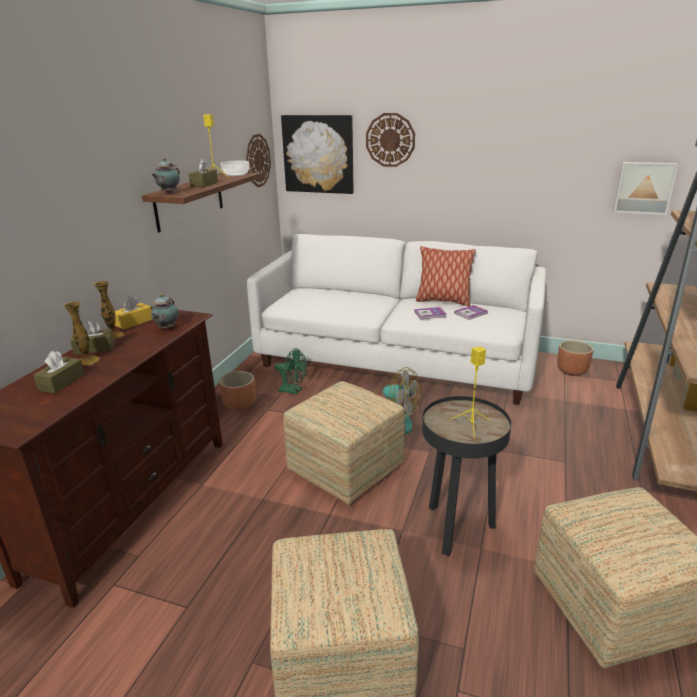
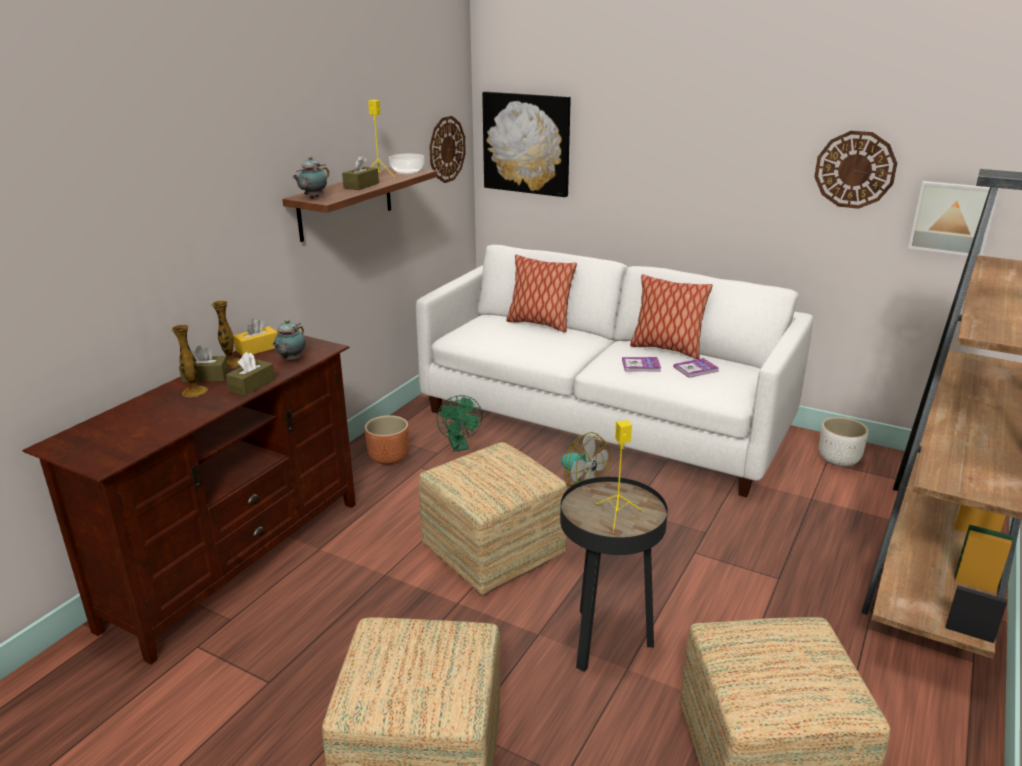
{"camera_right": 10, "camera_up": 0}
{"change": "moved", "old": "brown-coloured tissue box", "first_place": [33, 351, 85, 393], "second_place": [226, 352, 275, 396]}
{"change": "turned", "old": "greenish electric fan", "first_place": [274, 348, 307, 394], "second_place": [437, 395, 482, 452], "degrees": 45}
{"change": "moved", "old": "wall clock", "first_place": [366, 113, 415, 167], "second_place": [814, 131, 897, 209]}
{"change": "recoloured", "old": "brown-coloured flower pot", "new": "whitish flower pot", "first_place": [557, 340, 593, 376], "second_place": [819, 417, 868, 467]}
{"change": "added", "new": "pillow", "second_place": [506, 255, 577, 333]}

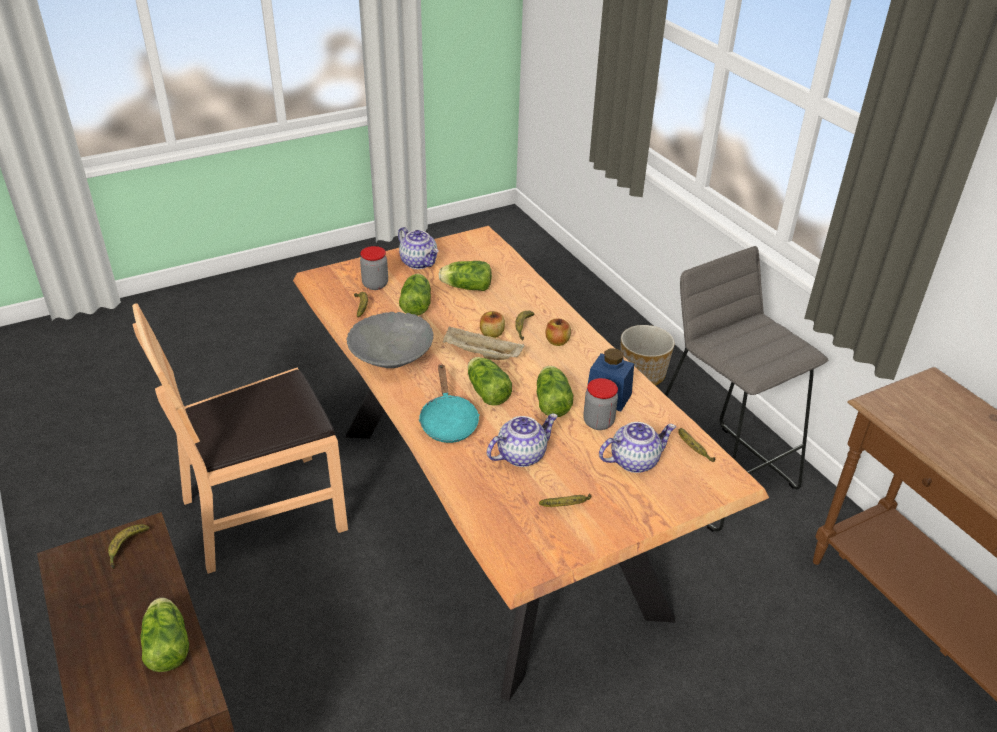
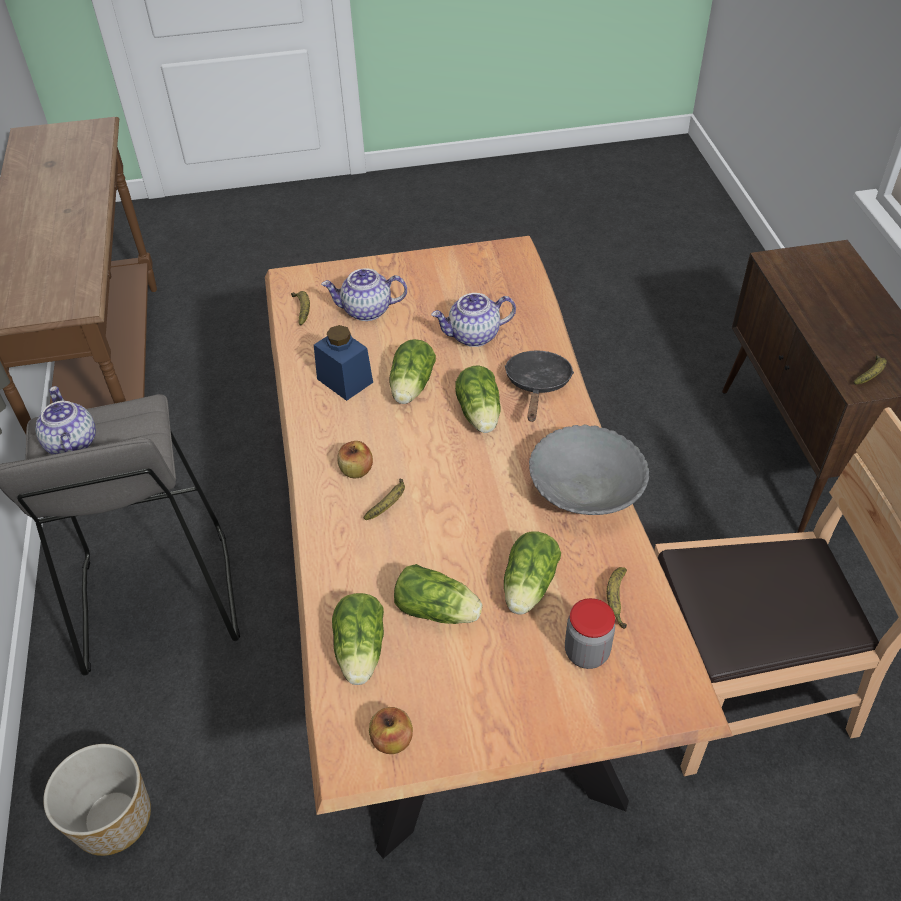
{"camera_right": -160, "camera_up": 10}
{"change": "moved", "old": "lettuce", "first_place": [140, 597, 189, 672], "second_place": [332, 593, 384, 685]}
{"change": "moved", "old": "teapot", "first_place": [398, 227, 439, 269], "second_place": [35, 386, 96, 455]}
{"change": "recoloured", "old": "turquoise-coloured pan", "new": "black pan", "first_place": [418, 364, 480, 443], "second_place": [505, 351, 574, 422]}
{"change": "removed", "old": "beige-coloured tray", "first_place": [443, 327, 524, 360]}
{"change": "moved", "old": "apple", "first_place": [480, 311, 505, 338], "second_place": [369, 707, 413, 754]}
{"change": "removed", "old": "whole banana", "first_place": [539, 493, 591, 507]}
{"change": "removed", "old": "storage jar", "first_place": [583, 378, 618, 430]}

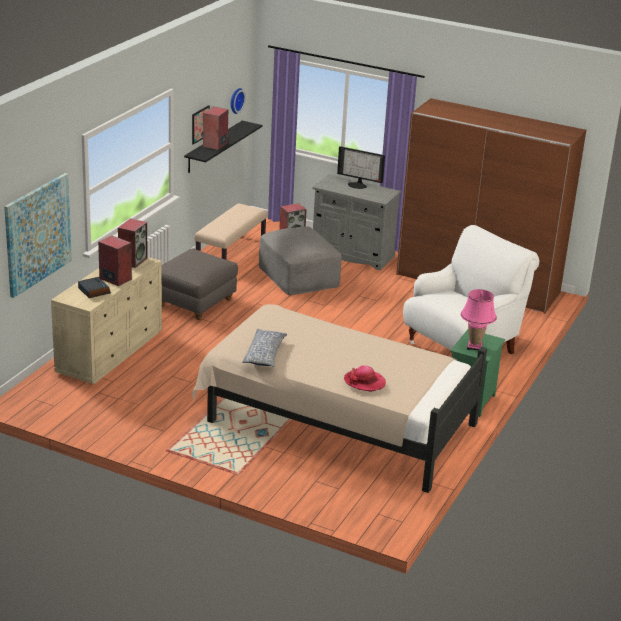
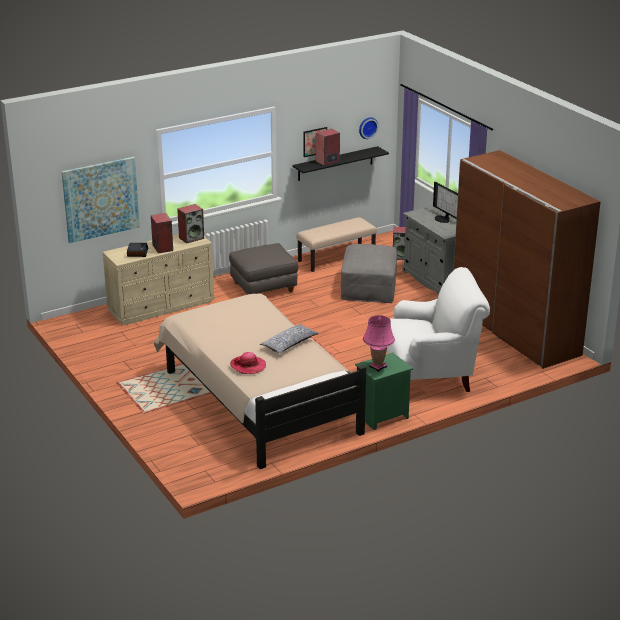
{"camera_right": 35, "camera_up": 0}
{"change": "moved", "old": "pillow", "first_place": [242, 329, 287, 367], "second_place": [260, 323, 319, 354]}

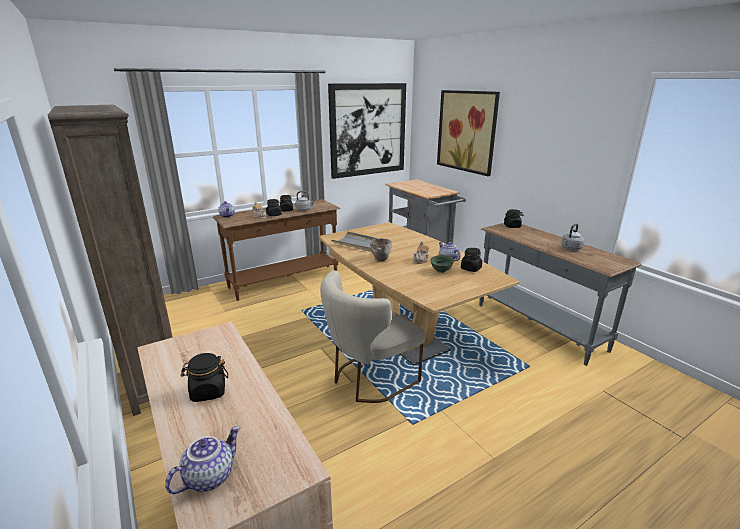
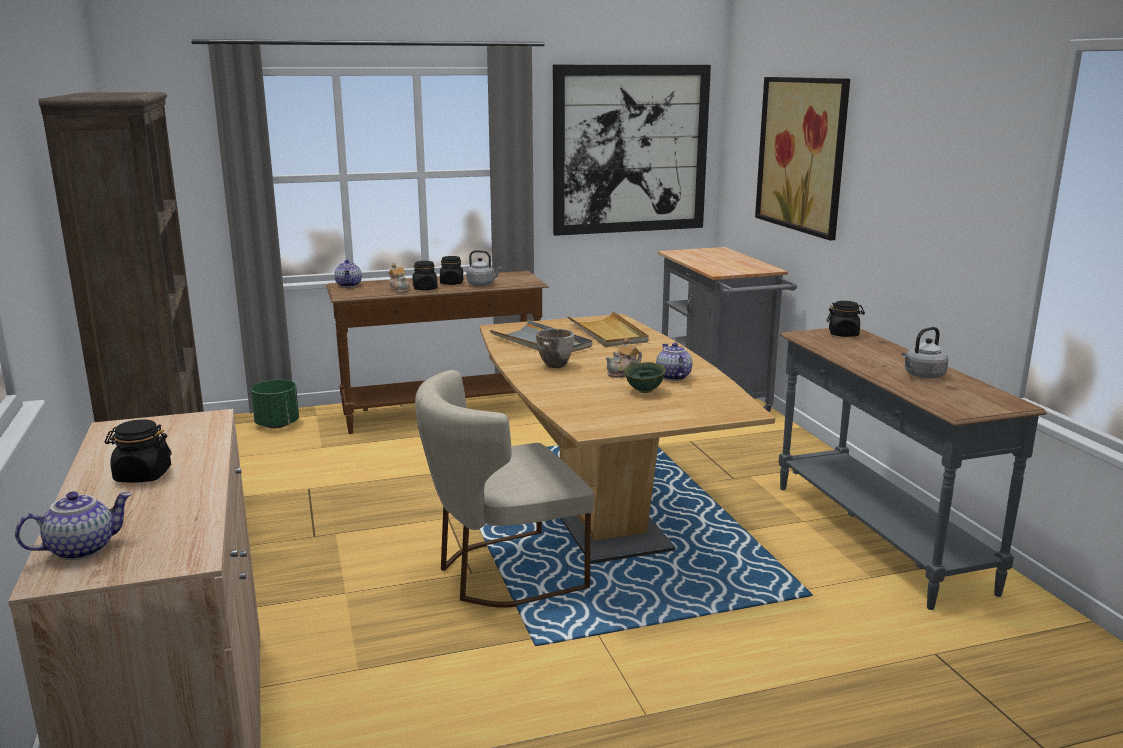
{"camera_right": 15, "camera_up": -5}
{"change": "removed", "old": "black storage jar", "first_place": [461, 248, 482, 272]}
{"change": "added", "new": "greenish flower pot", "second_place": [251, 380, 299, 428]}
{"change": "added", "new": "beige-coloured tray", "second_place": [567, 311, 649, 347]}

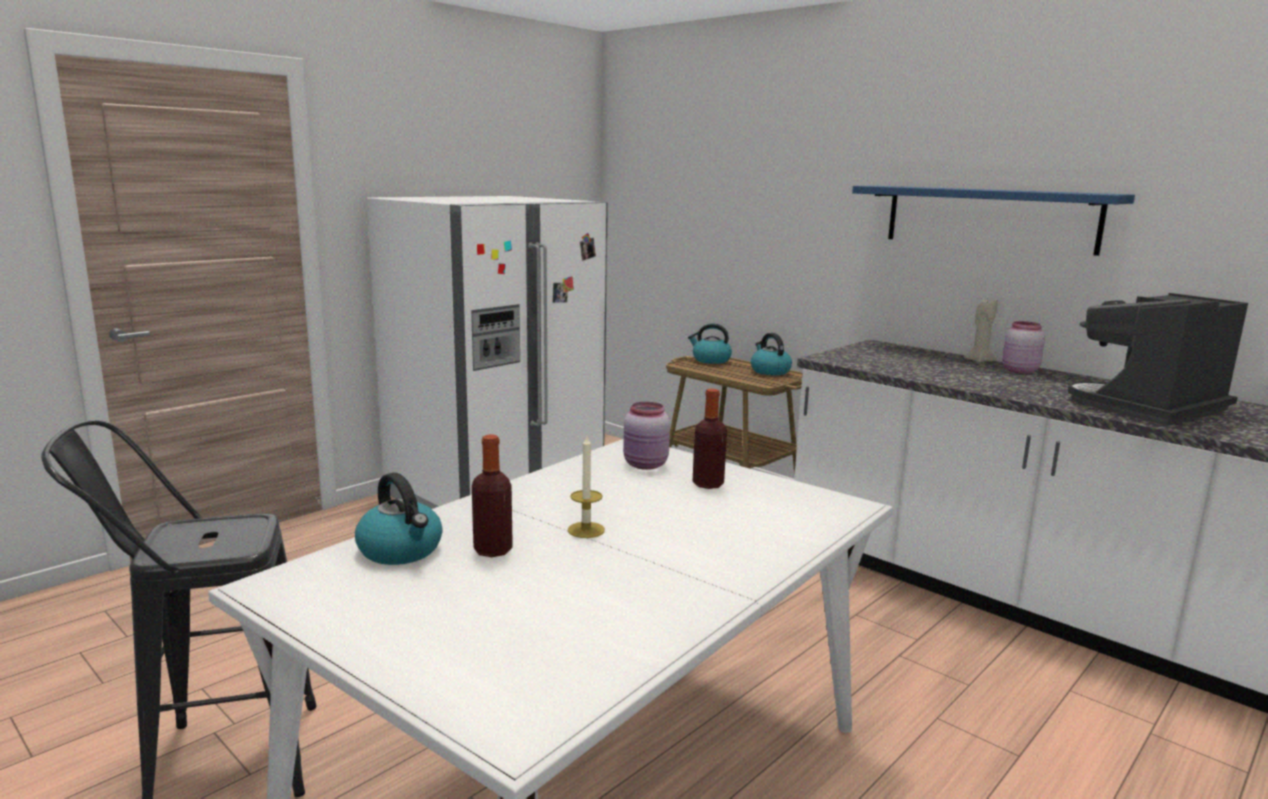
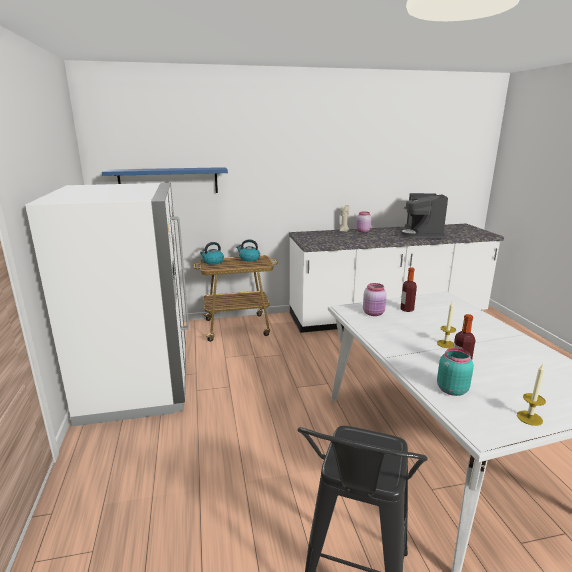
{"camera_right": -55, "camera_up": 5}
{"change": "replaced", "old": "water kettle", "new": "turquoise-coloured storage jar", "first_place": [355, 473, 443, 565], "second_place": [437, 348, 474, 396]}
{"change": "moved", "old": "blue wall shelf", "first_place": [852, 186, 1135, 256], "second_place": [102, 167, 228, 193]}
{"change": "added", "new": "wax light", "second_place": [517, 364, 546, 426]}

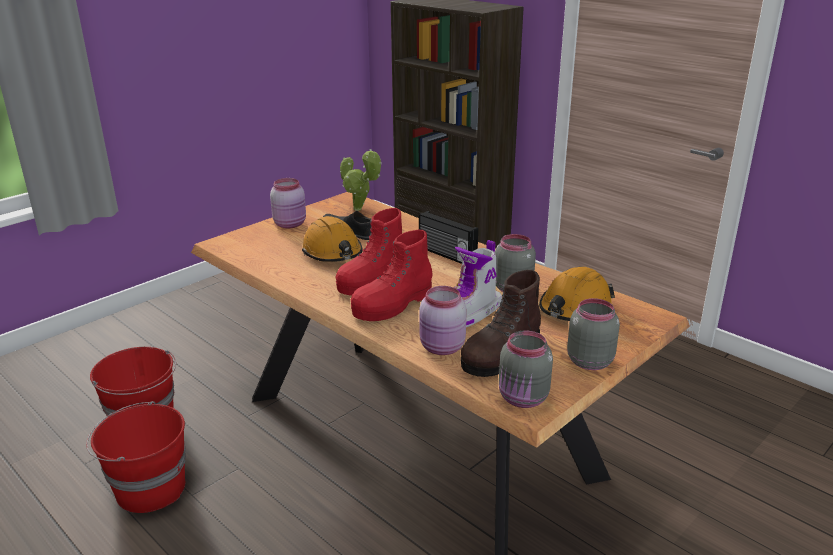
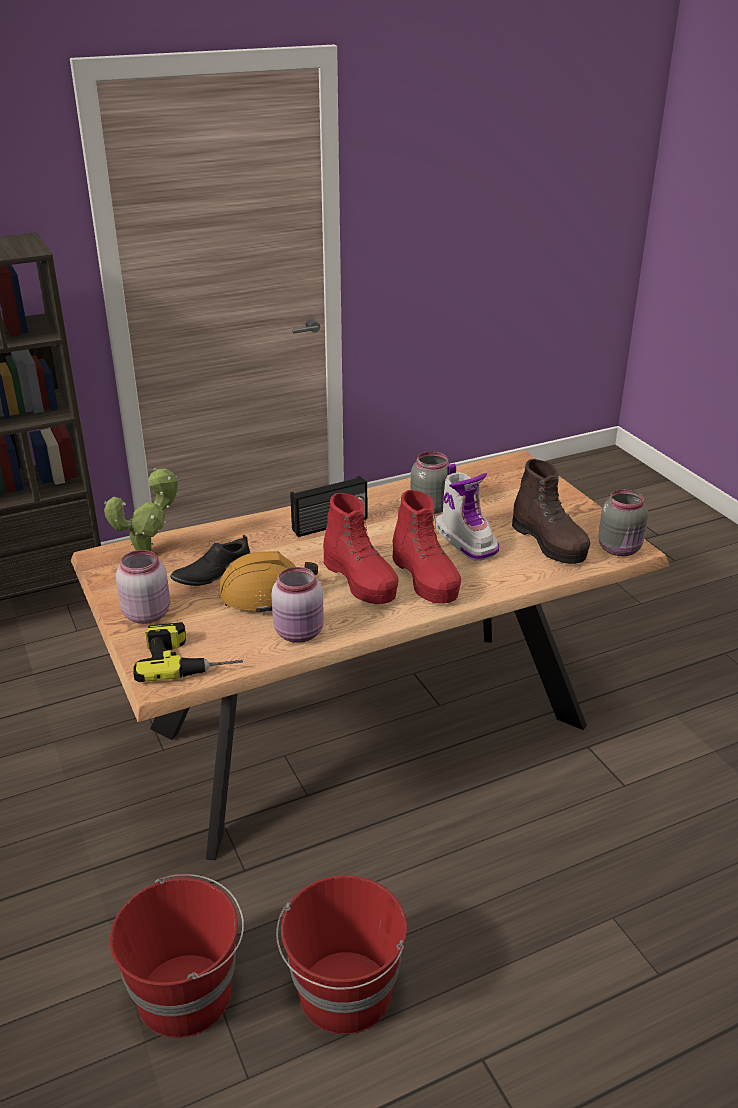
{"camera_right": -70, "camera_up": 5}
{"change": "moved", "old": "pinkish storage jar", "first_place": [419, 286, 467, 355], "second_place": [271, 567, 324, 643]}
{"change": "removed", "old": "orange safety helmet", "first_place": [539, 267, 615, 321]}
{"change": "removed", "old": "greyish storage jar", "first_place": [567, 298, 620, 370]}
{"change": "added", "new": "power drill", "second_place": [133, 622, 243, 682]}

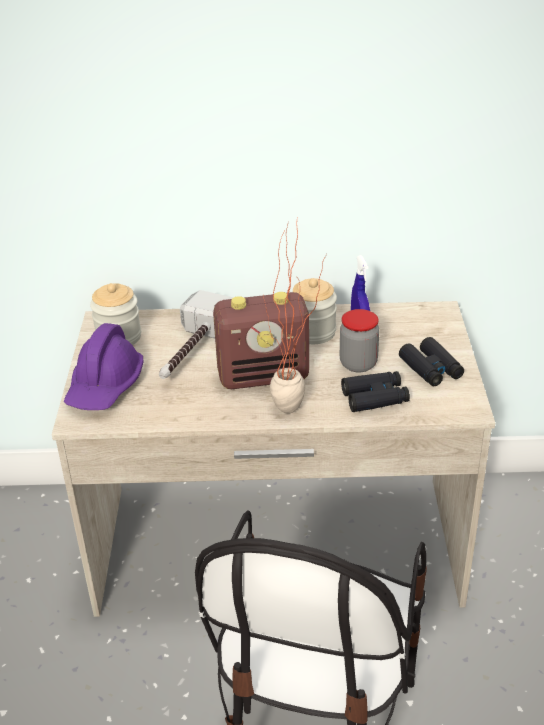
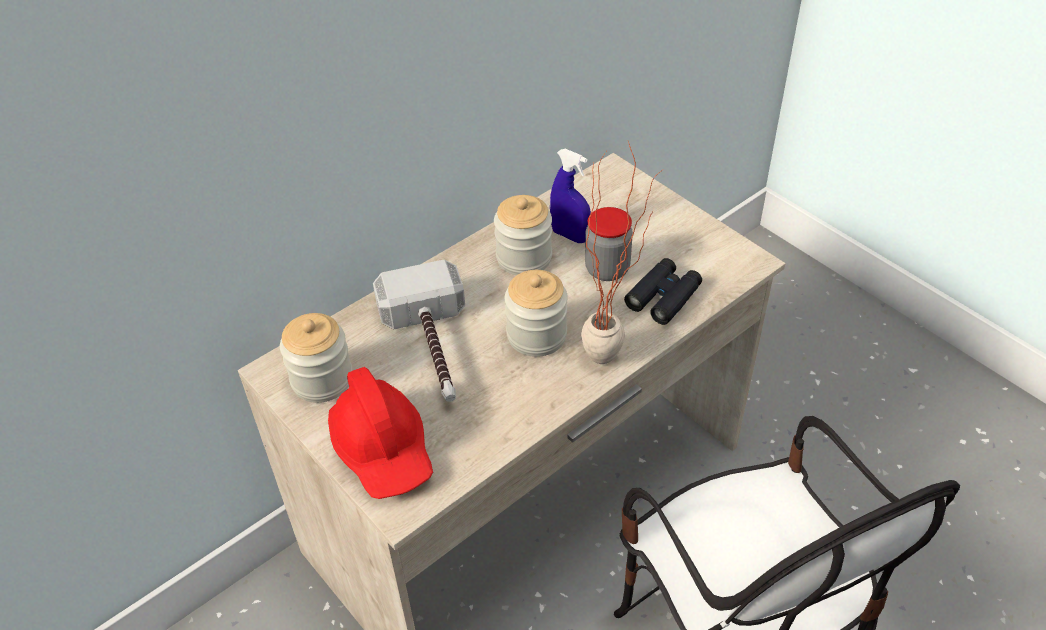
{"camera_right": -40, "camera_up": 10}
{"change": "recoloured", "old": "purple-coloured safety helmet", "new": "red safety helmet", "first_place": [64, 323, 143, 410], "second_place": [328, 367, 433, 499]}
{"change": "replaced", "old": "radio receiver", "new": "storage jar", "first_place": [213, 292, 309, 389], "second_place": [505, 270, 568, 357]}
{"change": "removed", "old": "black binoculars", "first_place": [399, 337, 464, 386]}

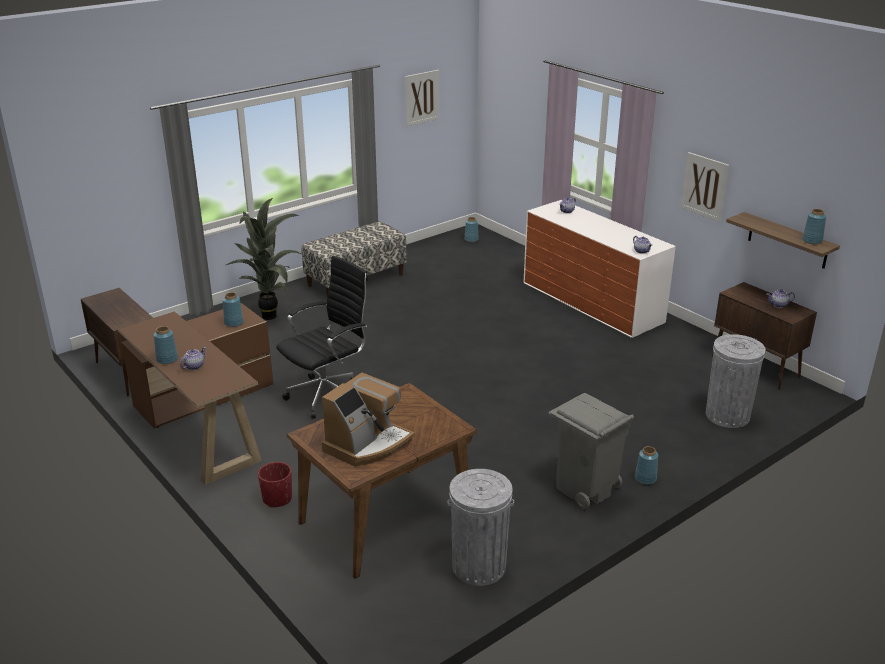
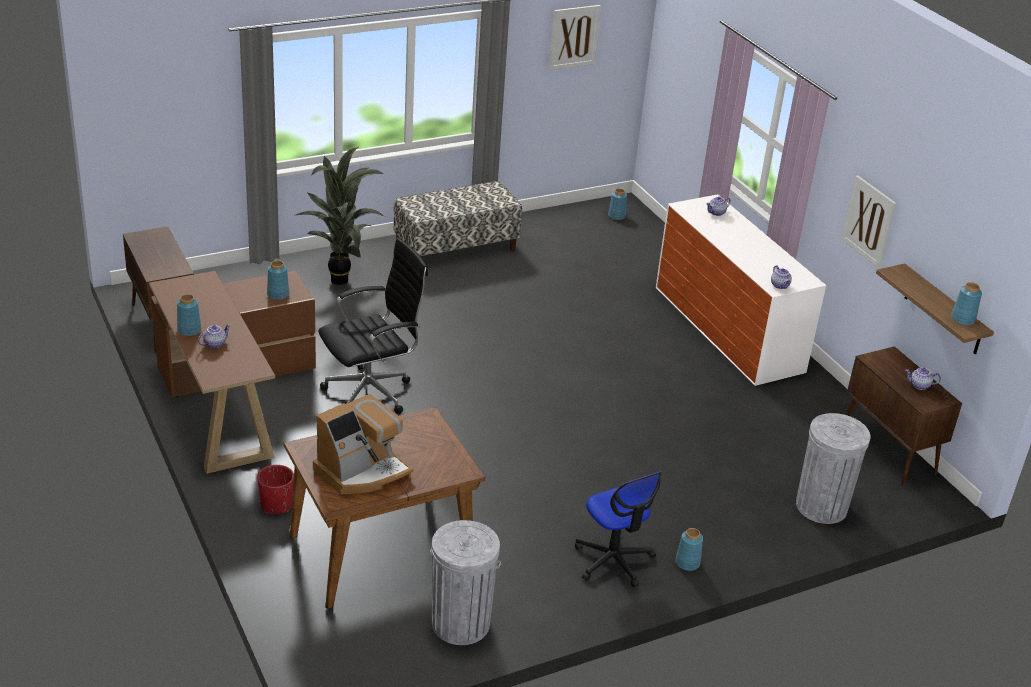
{"camera_right": 10, "camera_up": 5}
{"change": "replaced", "old": "greyish waste bin", "new": "computer chair", "first_place": [549, 393, 634, 509], "second_place": [575, 472, 662, 587]}

